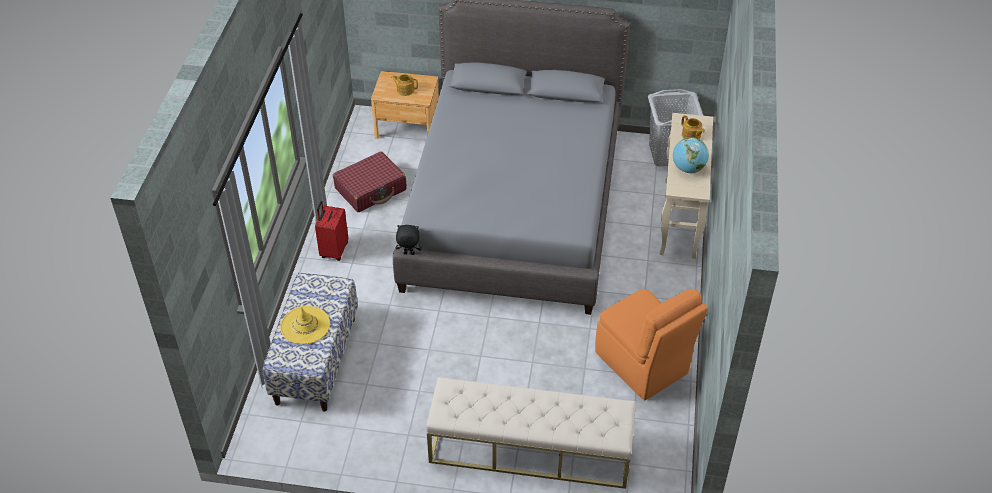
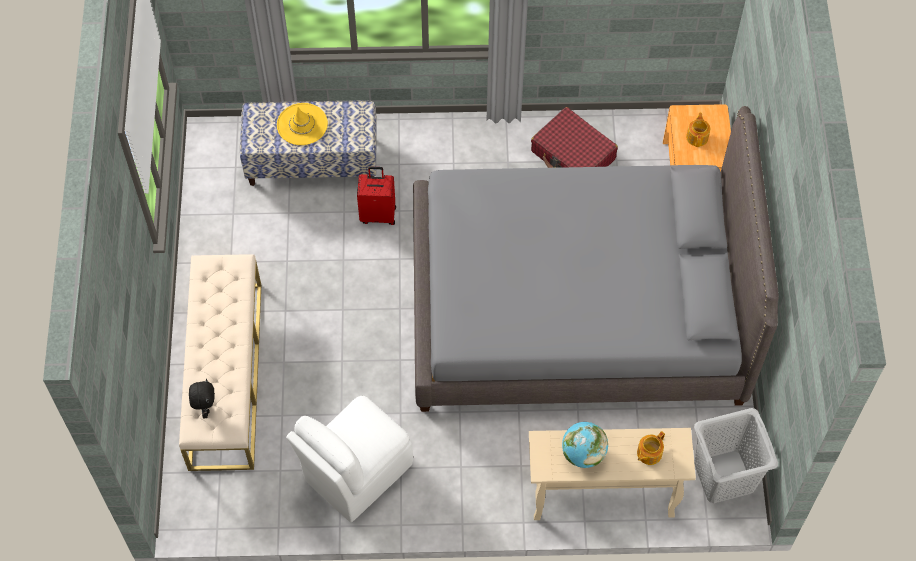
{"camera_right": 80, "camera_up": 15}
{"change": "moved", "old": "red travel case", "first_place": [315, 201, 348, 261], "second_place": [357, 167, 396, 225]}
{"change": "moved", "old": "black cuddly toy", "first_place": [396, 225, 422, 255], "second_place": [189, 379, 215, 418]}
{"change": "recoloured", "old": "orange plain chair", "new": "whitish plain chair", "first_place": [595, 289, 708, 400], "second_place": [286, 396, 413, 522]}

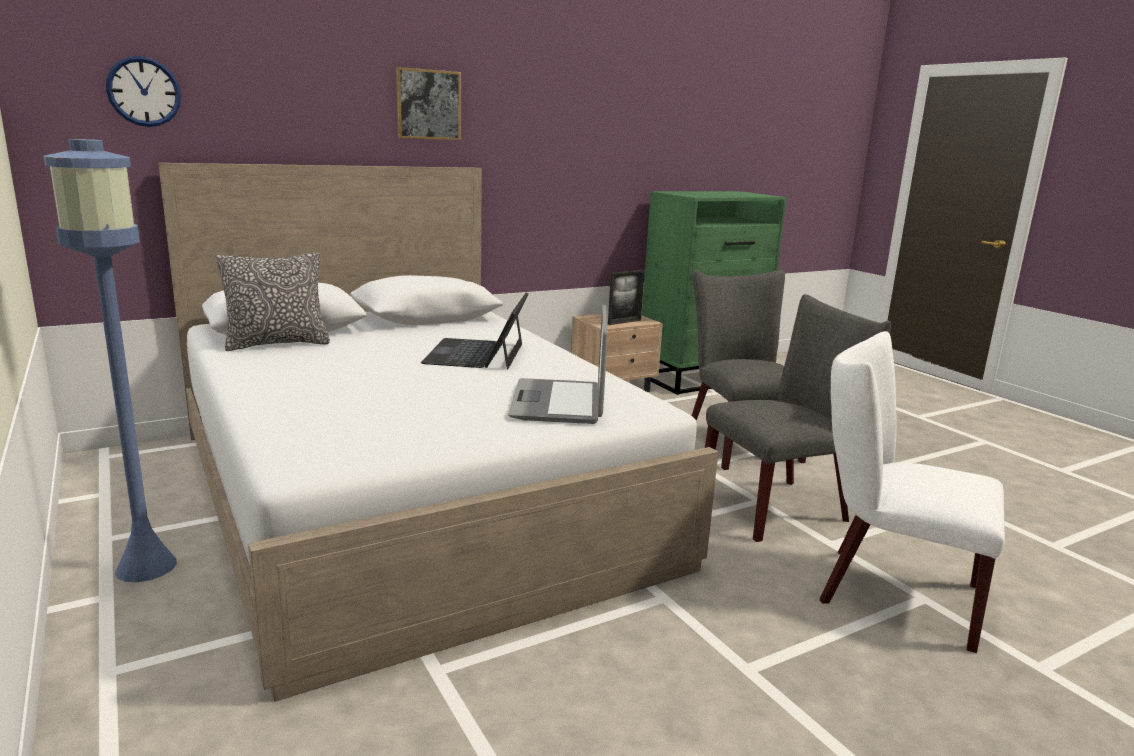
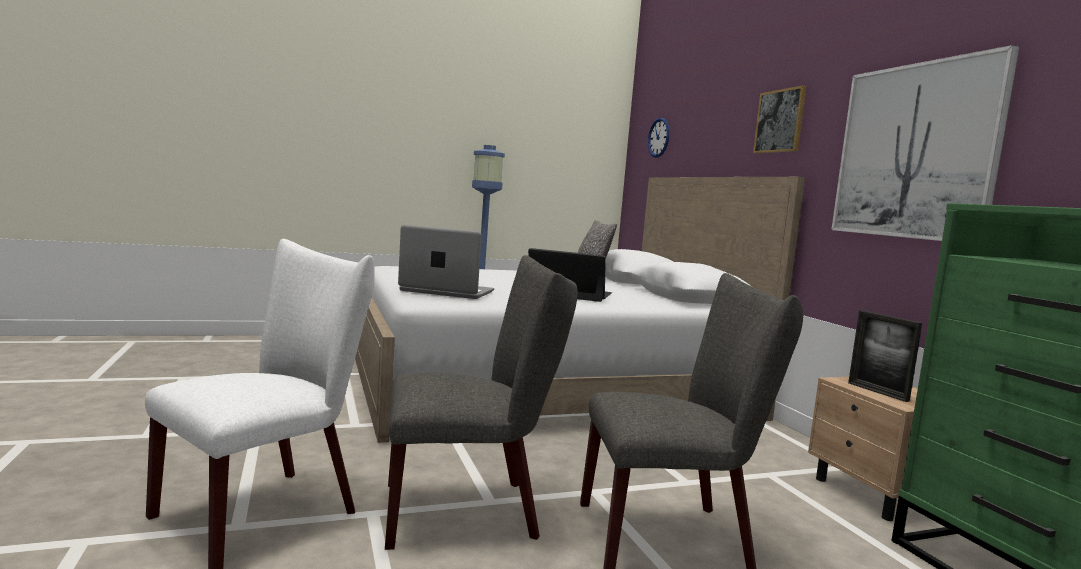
{"camera_right": 100, "camera_up": -10}
{"change": "turned", "old": "greyish plain chair", "first_place": [705, 294, 891, 542], "second_place": [385, 255, 578, 550], "degrees": -90}
{"change": "added", "new": "picture", "second_place": [831, 45, 1019, 241]}

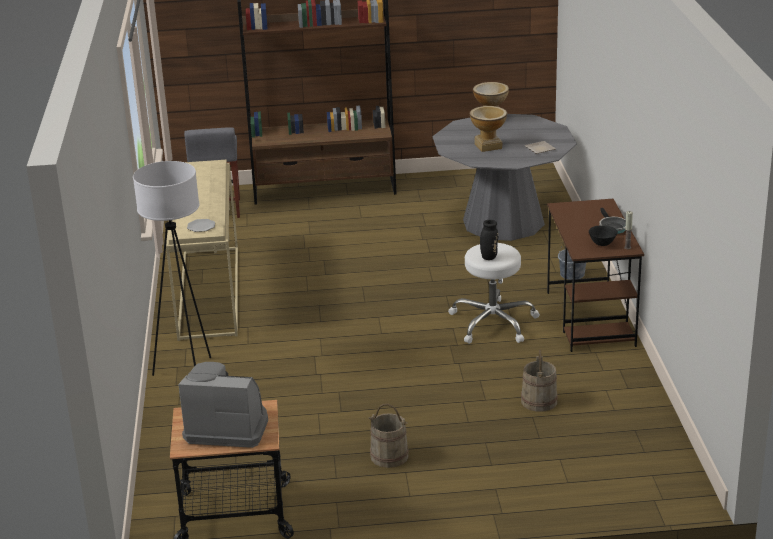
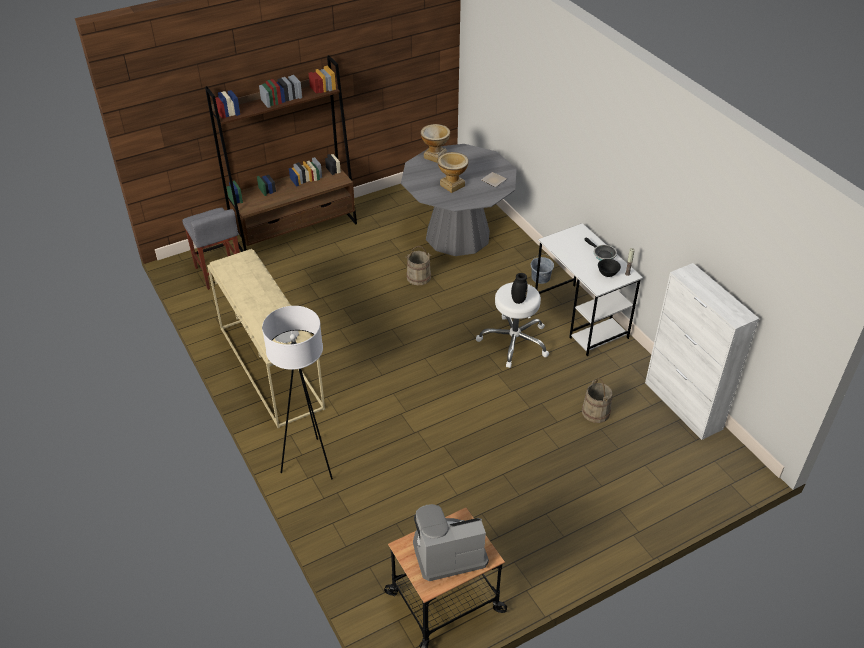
{"camera_right": -25, "camera_up": 15}
{"change": "moved", "old": "beige-coloured water bucket", "first_place": [368, 403, 409, 468], "second_place": [406, 246, 431, 285]}
{"change": "recoloured", "old": "brown-coloured desk", "new": "whitish desk", "first_place": [547, 199, 644, 352], "second_place": [535, 223, 643, 356]}
{"change": "added", "new": "whitish cabinet", "second_place": [645, 263, 759, 440]}

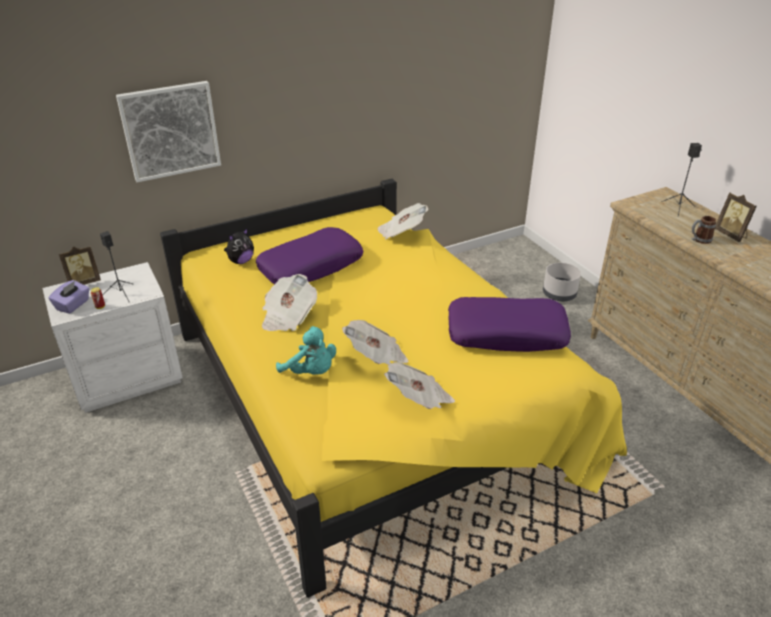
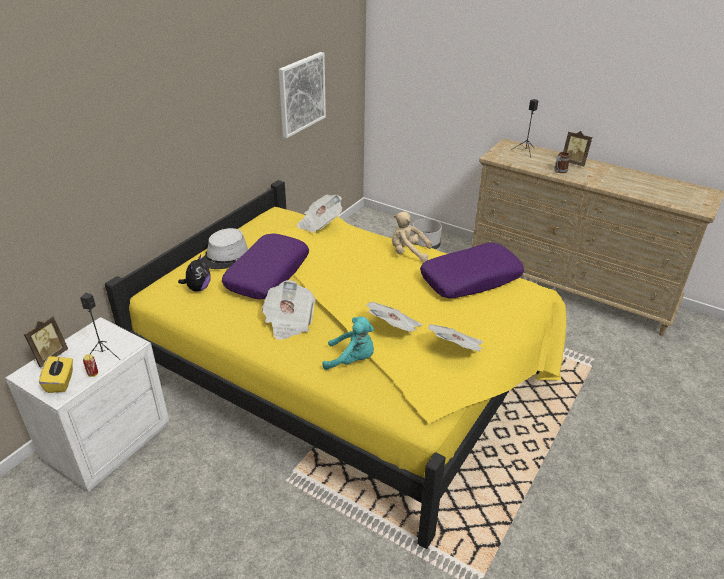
{"camera_right": -30, "camera_up": 0}
{"change": "recoloured", "old": "purple-coloured tissue box", "new": "yellow-coloured tissue box", "first_place": [49, 280, 89, 314], "second_place": [39, 356, 73, 393]}
{"change": "moved", "old": "picture", "first_place": [116, 81, 221, 182], "second_place": [279, 52, 326, 138]}
{"change": "added", "new": "greyish clothing hat", "second_place": [201, 228, 248, 269]}
{"change": "added", "new": "beige-coloured cuddly toy", "second_place": [392, 211, 432, 262]}

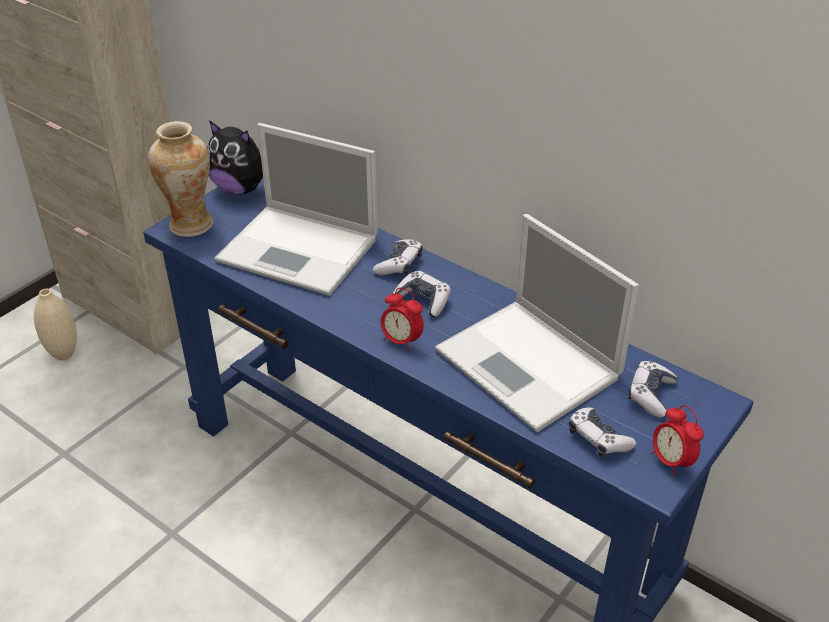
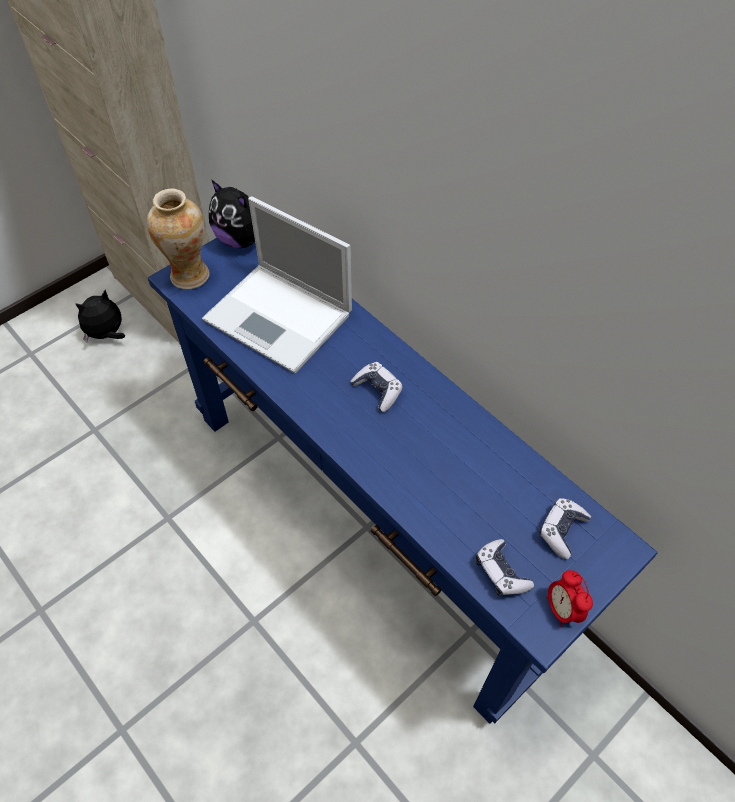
{"camera_right": 10, "camera_up": 15}
{"change": "replaced", "old": "beige-coloured decorative vase", "new": "cuddly toy", "first_place": [34, 289, 77, 360], "second_place": [75, 290, 125, 343]}
{"change": "removed", "old": "joypad", "first_place": [373, 239, 423, 275]}
{"change": "removed", "old": "table clock", "first_place": [381, 288, 424, 352]}
{"change": "removed", "old": "laptop", "first_place": [435, 214, 639, 432]}

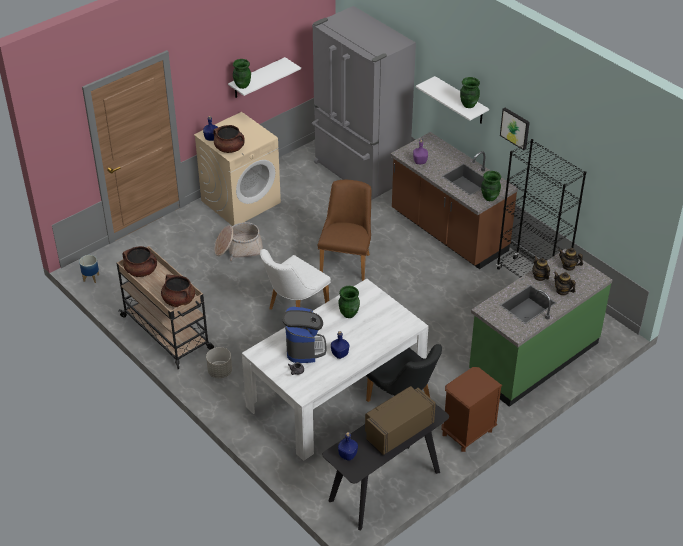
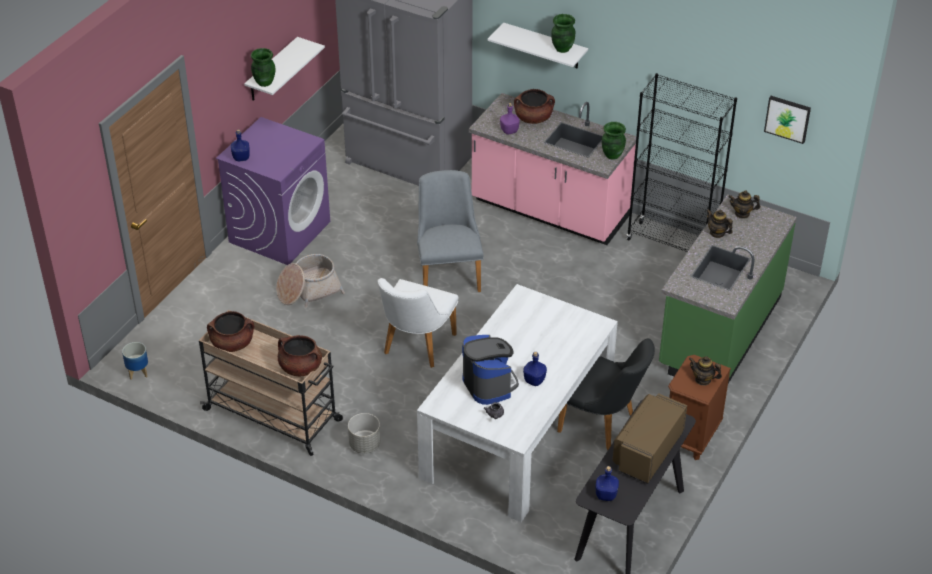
{"camera_right": -20, "camera_up": 0}
{"change": "recoloured", "old": "beige-coloured laundry machine", "new": "purple-coloured laundry machine", "first_place": [194, 112, 281, 226], "second_place": [216, 117, 330, 265]}
{"change": "moved", "old": "brown-coloured saucepot", "first_place": [213, 125, 244, 153], "second_place": [514, 89, 555, 124]}
{"change": "recoloured", "old": "brown-coloured plain chair", "new": "greyish plain chair", "first_place": [318, 180, 371, 281], "second_place": [417, 170, 484, 292]}
{"change": "removed", "old": "greenish decorative vase", "first_place": [338, 286, 360, 318]}
{"change": "recoloured", "old": "brown-coloured kitchen counter", "new": "pinkish kitchen counter", "first_place": [390, 132, 518, 269], "second_place": [469, 93, 636, 245]}
{"change": "moved", "old": "picture", "first_place": [500, 108, 530, 150], "second_place": [764, 96, 811, 144]}
{"change": "moved", "old": "teapot", "first_place": [554, 271, 576, 296], "second_place": [689, 356, 722, 386]}

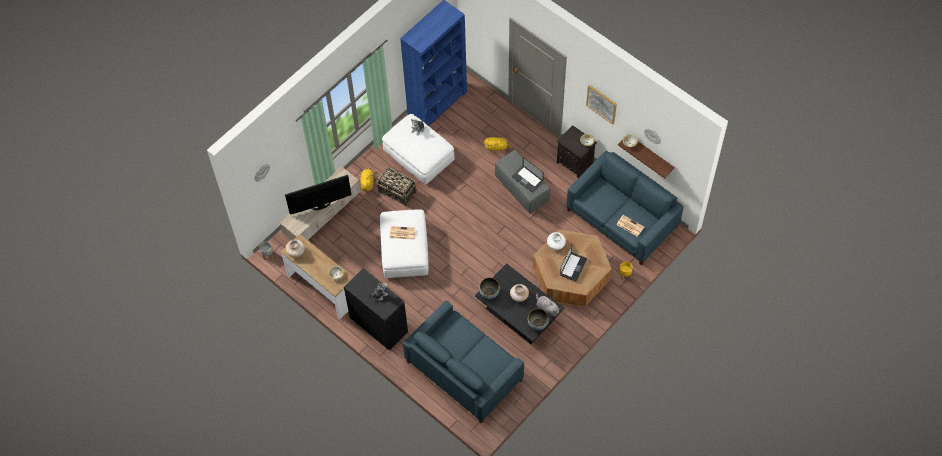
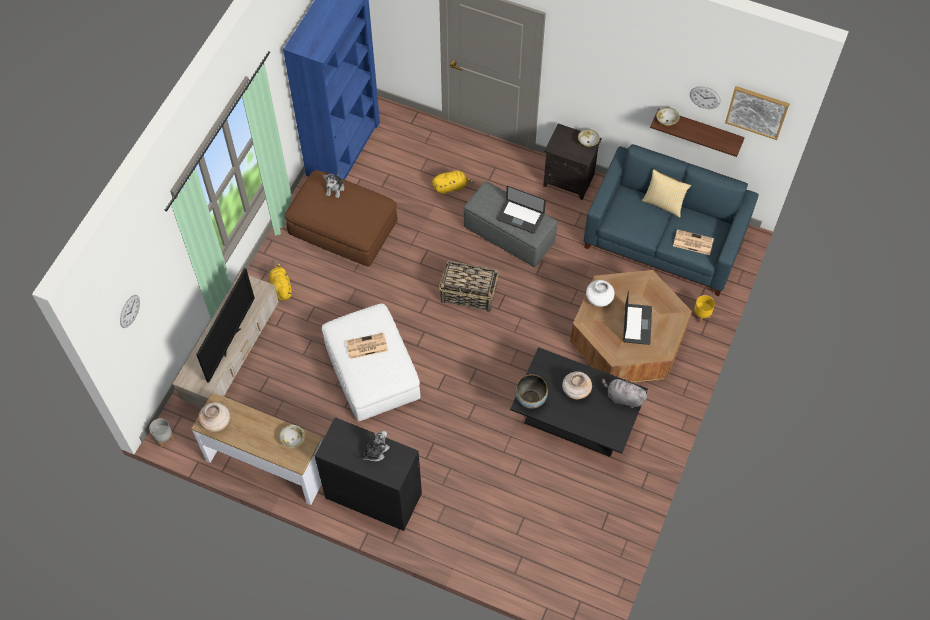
{"camera_right": -20, "camera_up": 0}
{"change": "turned", "old": "TV", "first_place": [285, 175, 351, 214], "second_place": [196, 268, 255, 383], "degrees": 150}
{"change": "moved", "old": "household basket", "first_place": [376, 167, 416, 206], "second_place": [439, 261, 498, 312]}
{"change": "recoloured", "old": "whitish footrest", "new": "brown-coloured footrest", "first_place": [382, 114, 455, 184], "second_place": [285, 170, 398, 267]}
{"change": "removed", "old": "blue sofa", "first_place": [403, 300, 524, 424]}
{"change": "removed", "old": "bowl", "first_place": [528, 309, 549, 330]}
{"change": "moved", "old": "picture", "first_place": [586, 85, 617, 125], "second_place": [725, 86, 790, 140]}
{"change": "added", "new": "pillow", "second_place": [642, 169, 691, 218]}

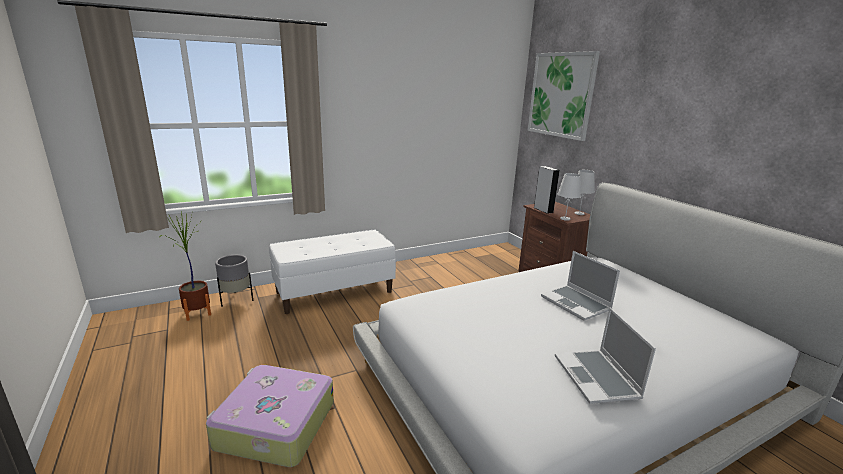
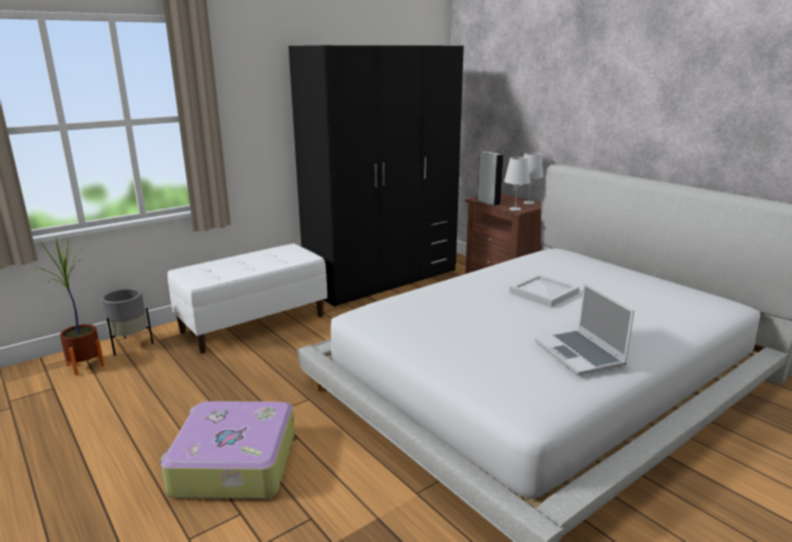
{"camera_right": -10, "camera_up": 0}
{"change": "removed", "old": "picture", "first_place": [528, 51, 600, 141]}
{"change": "replaced", "old": "laptop", "new": "whitish tray", "first_place": [541, 251, 620, 321], "second_place": [509, 274, 579, 307]}
{"change": "added", "new": "black armoire", "second_place": [288, 45, 464, 307]}

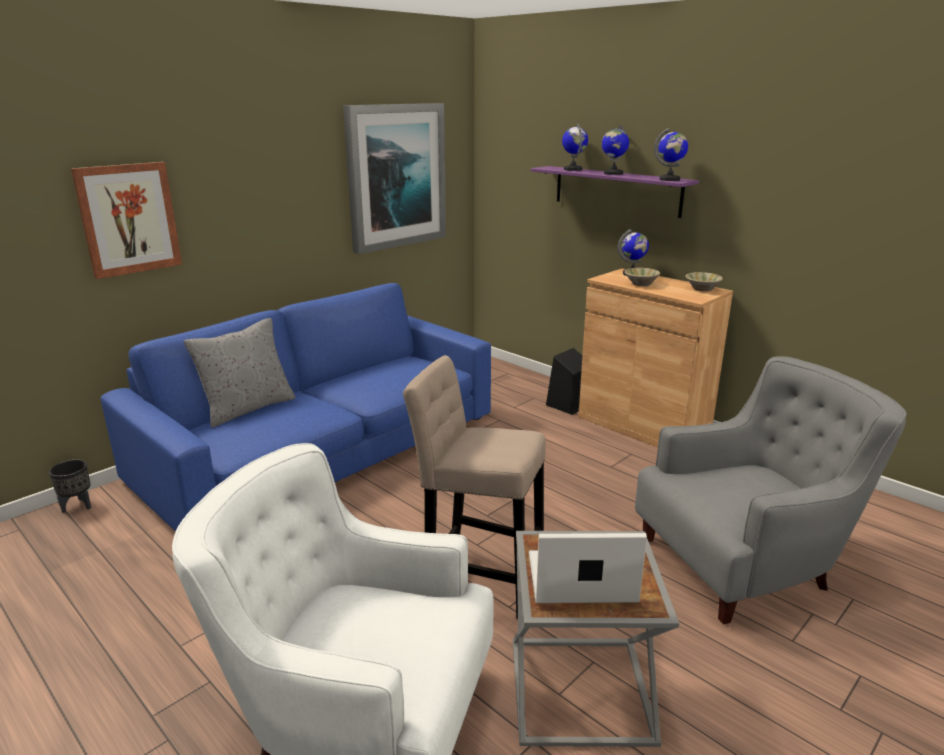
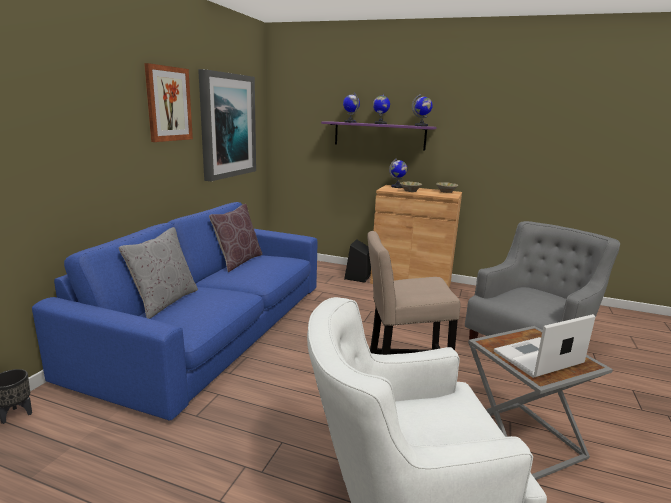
{"camera_right": -25, "camera_up": -5}
{"change": "moved", "old": "picture", "first_place": [71, 162, 182, 279], "second_place": [144, 63, 193, 142]}
{"change": "added", "new": "brown-coloured pillow", "second_place": [209, 204, 262, 272]}

